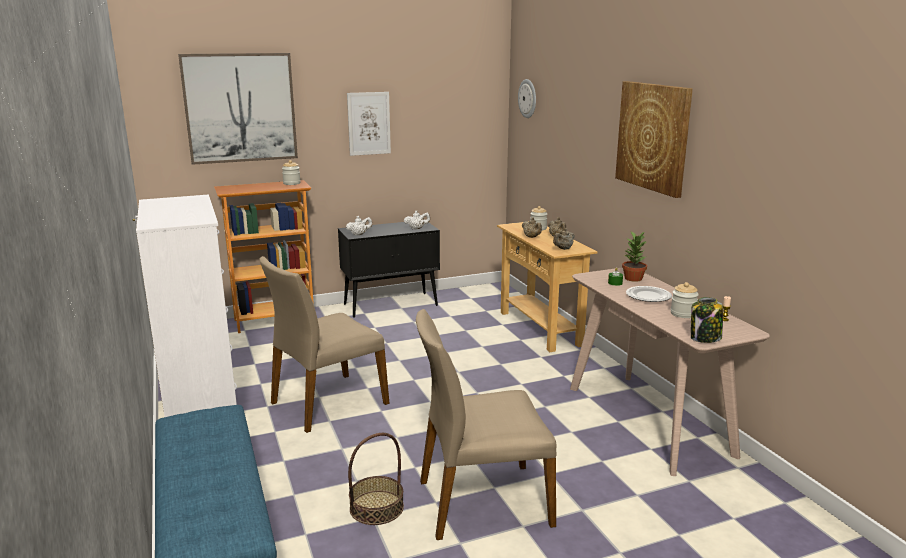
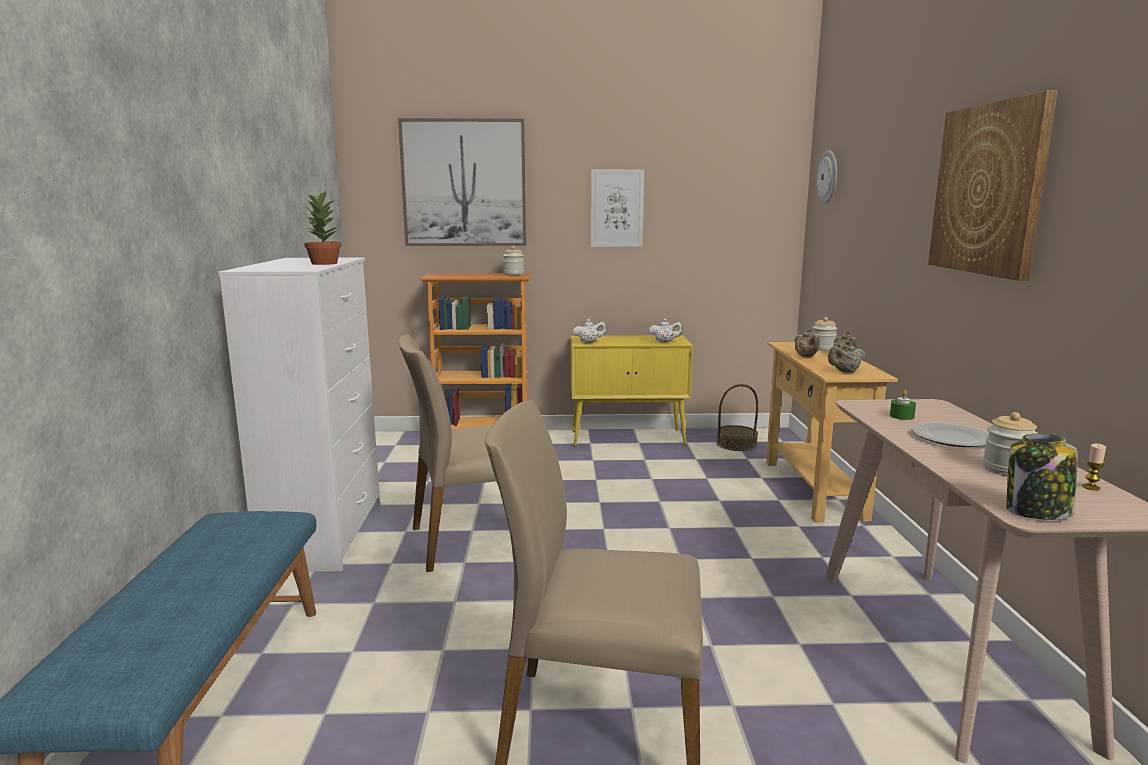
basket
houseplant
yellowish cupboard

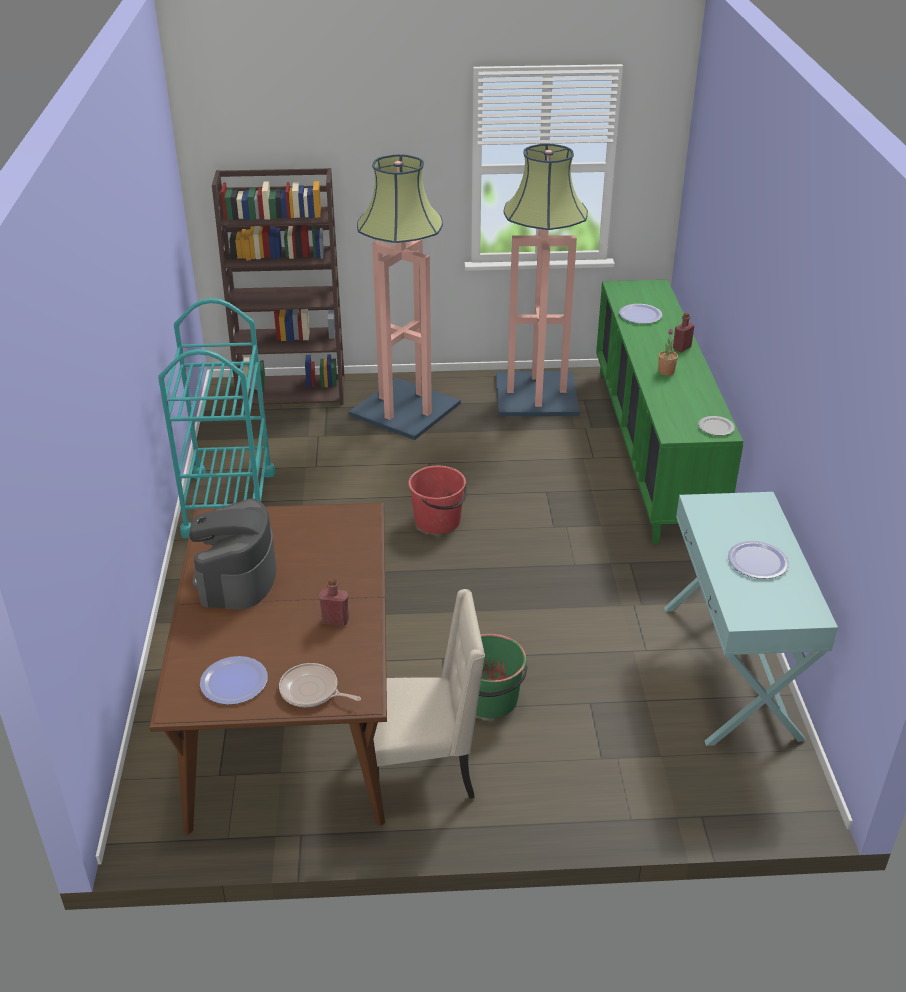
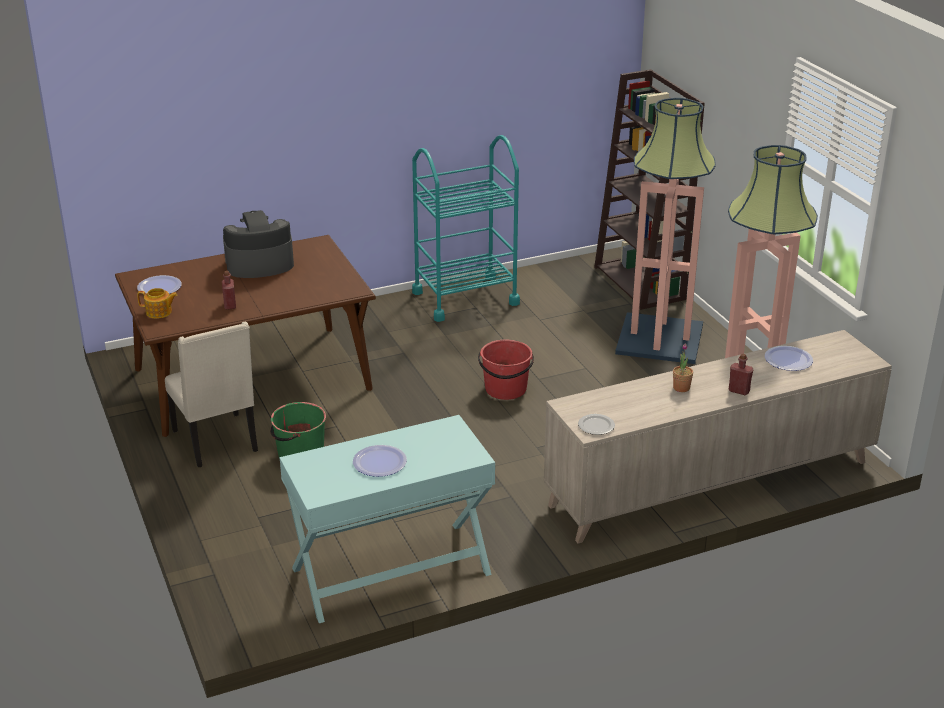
teapot
beige cupboard

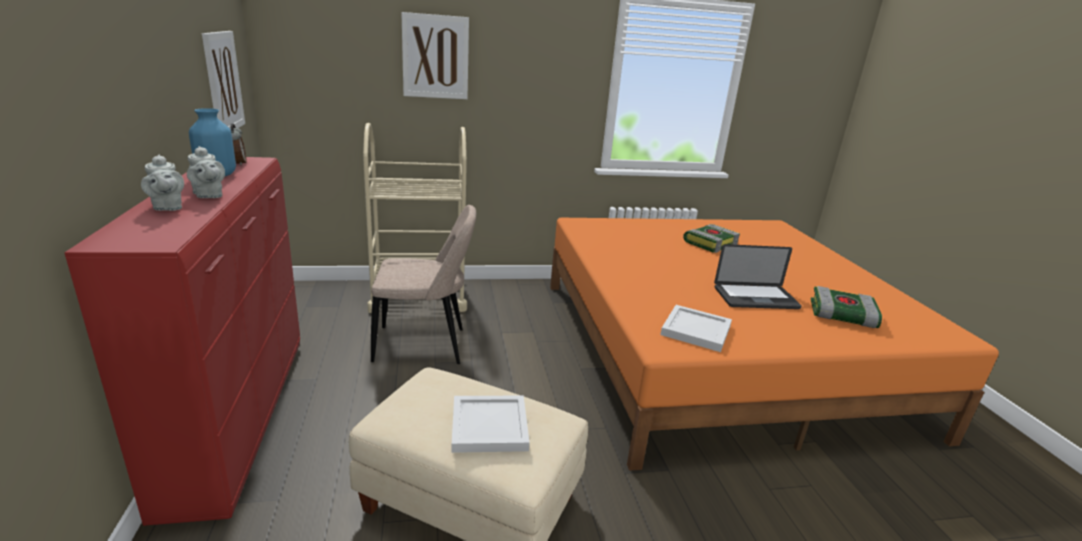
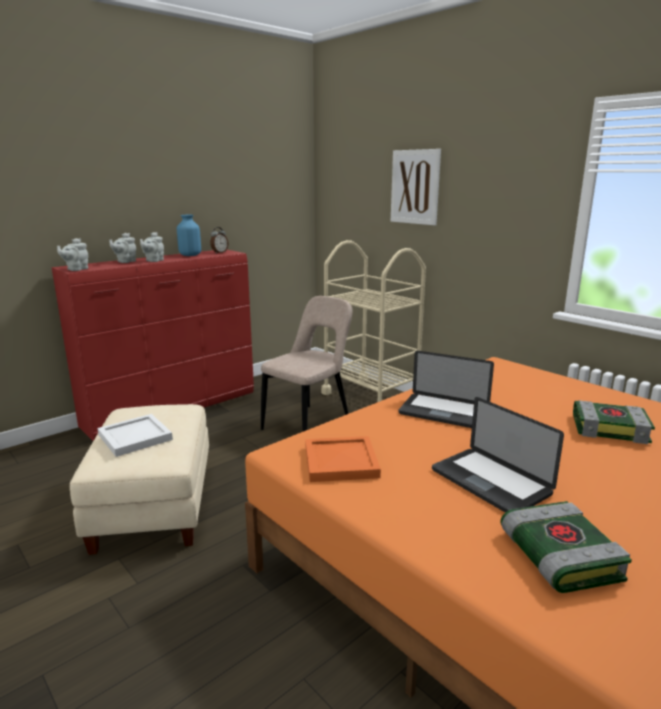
picture (no. 1 from left in the first image)
grey teapot (no. 1 from left)
notebook computer (no. 1 from left)
orange-coloured serving tray
beige plain chair

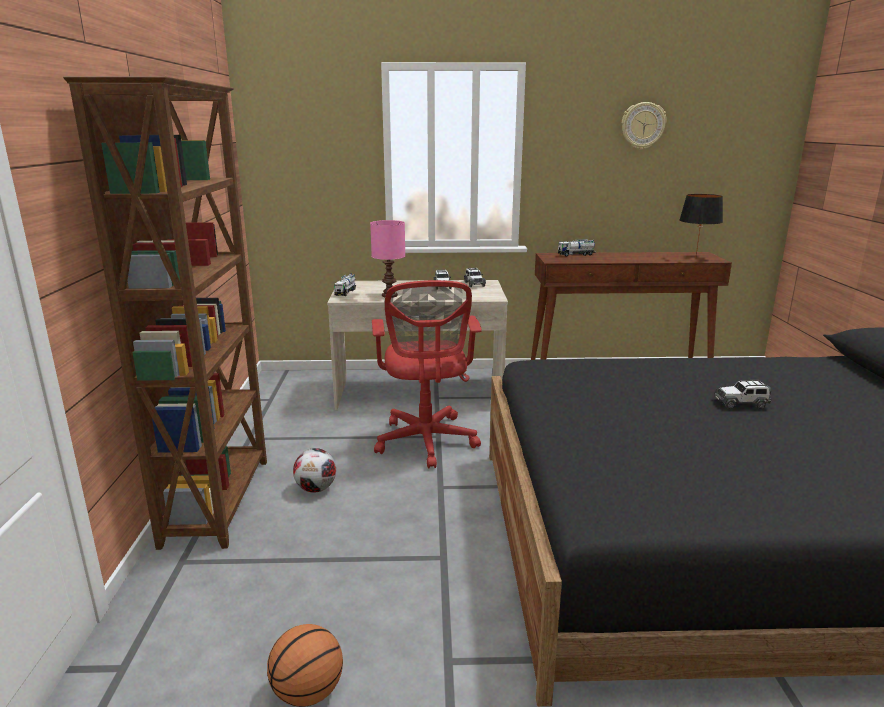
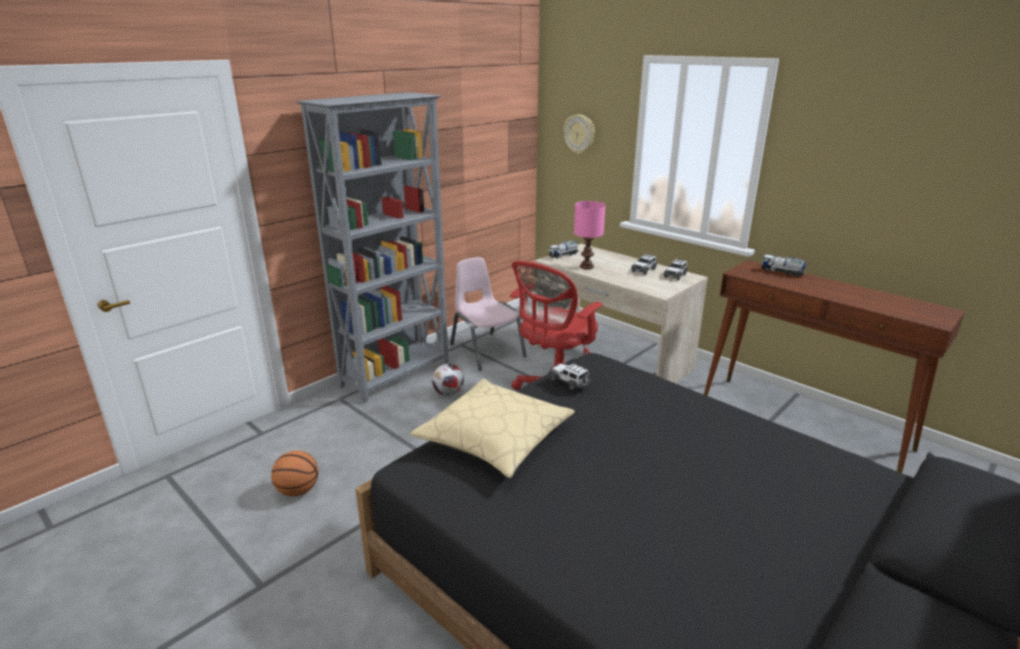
black-coloured table lamp
beige throw pillow
pink-coloured plain chair
wall clock
model car (no. 1 from left)
grey shelving unit

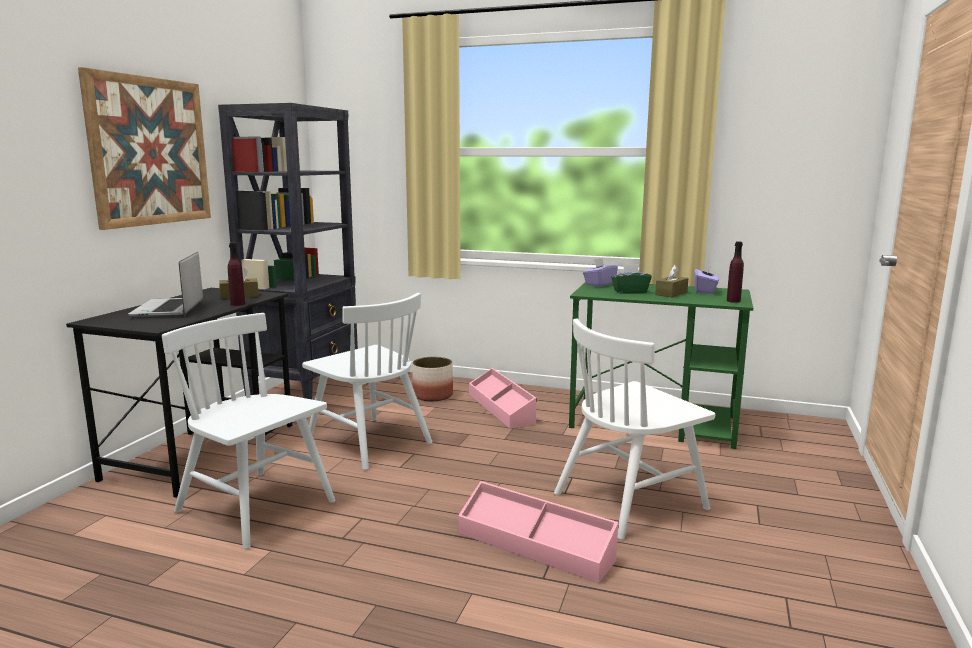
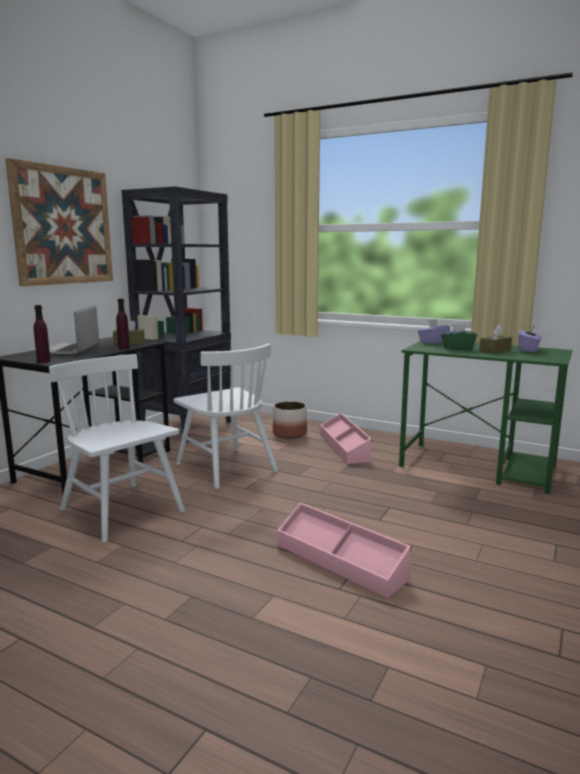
whitish plain chair (no. 3 from left in the first image)
purple bottle (no. 1 from left)

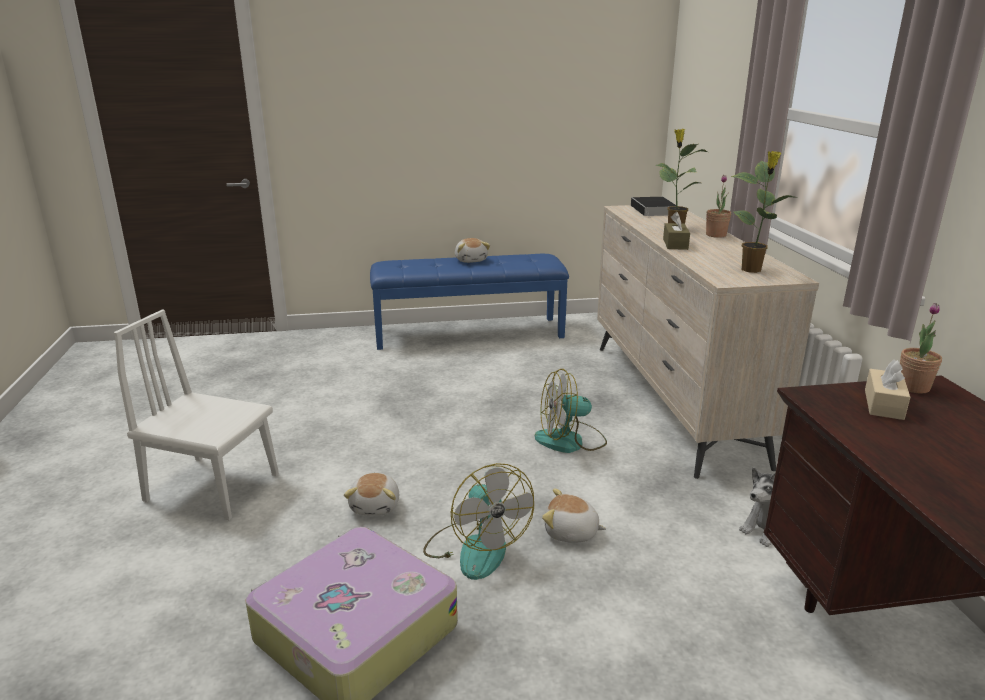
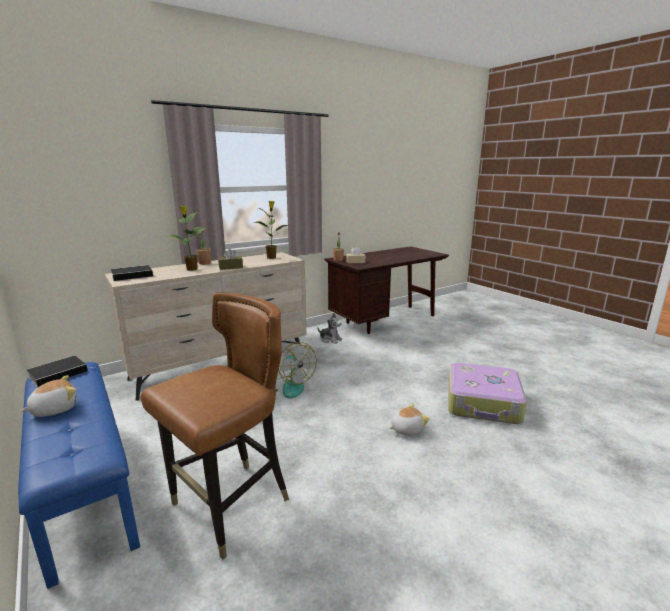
whitish plain chair
electric fan (no. 1 from left in the first image)
soft toy (no. 3 from left in the first image)
volume (no. 1 from left)
brown plain chair

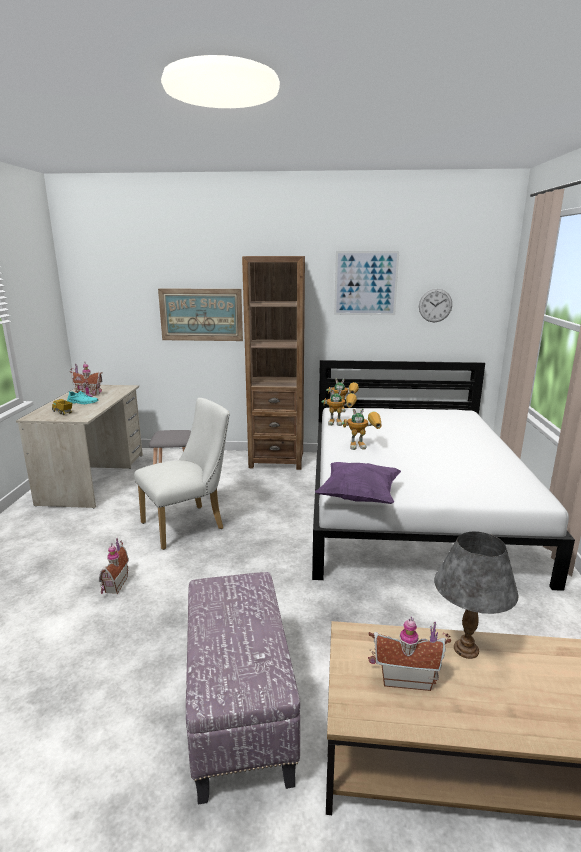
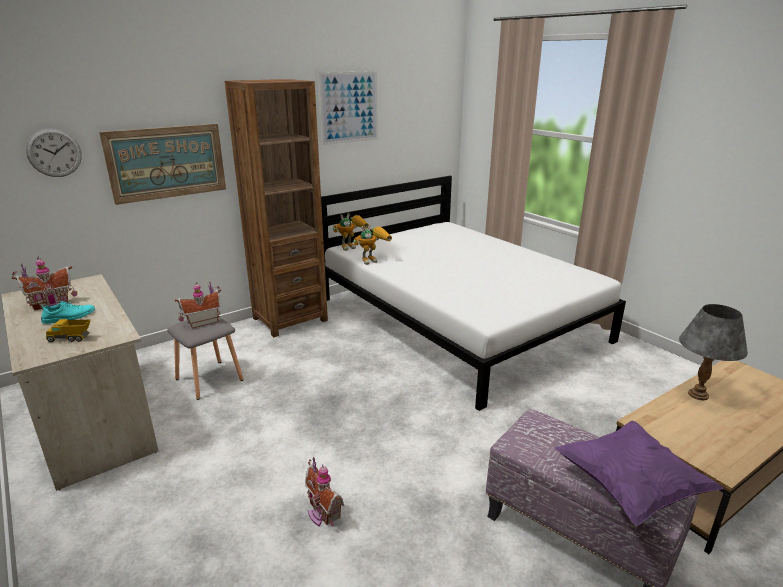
whitish plain chair
model robot (no. 3 from left in the first image)
purple throw pillow
toy house (no. 2 from left)
wall clock

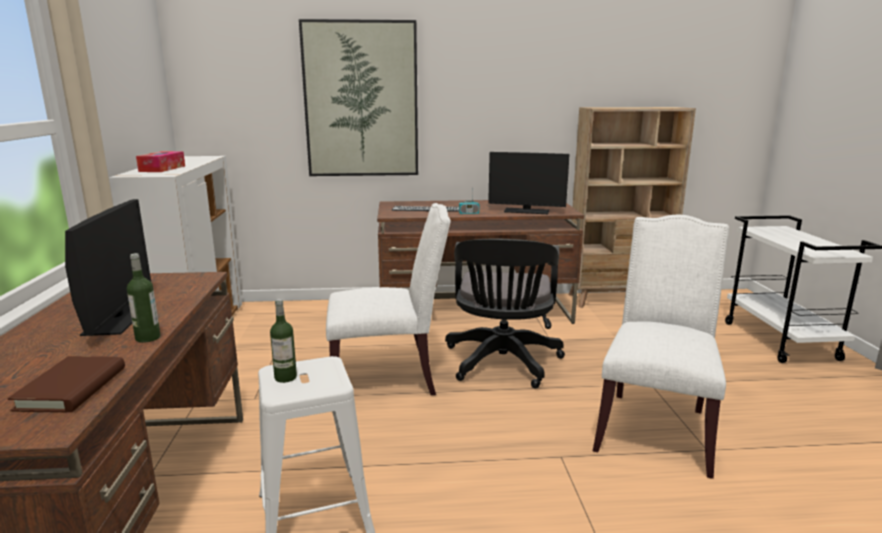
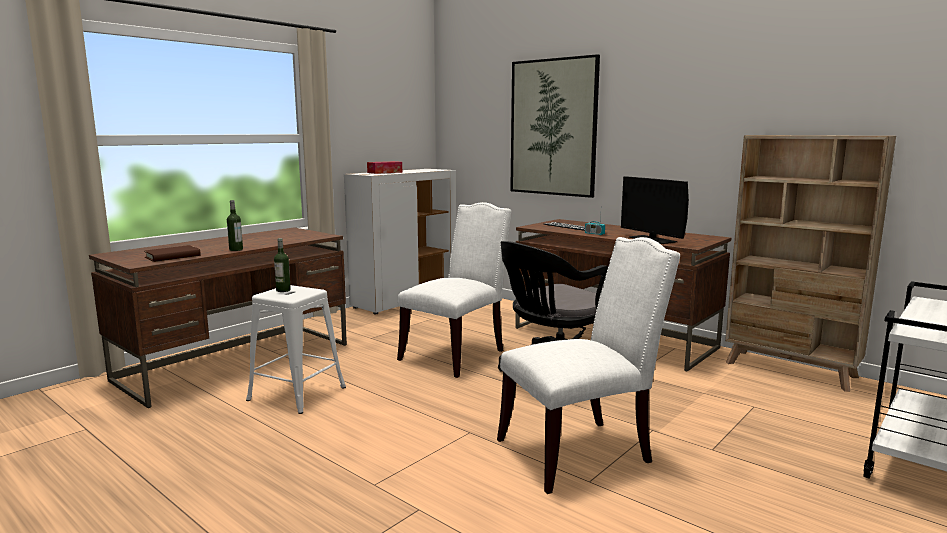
monitor (no. 1 from left in the first image)
whitish plain chair (no. 1 from left)

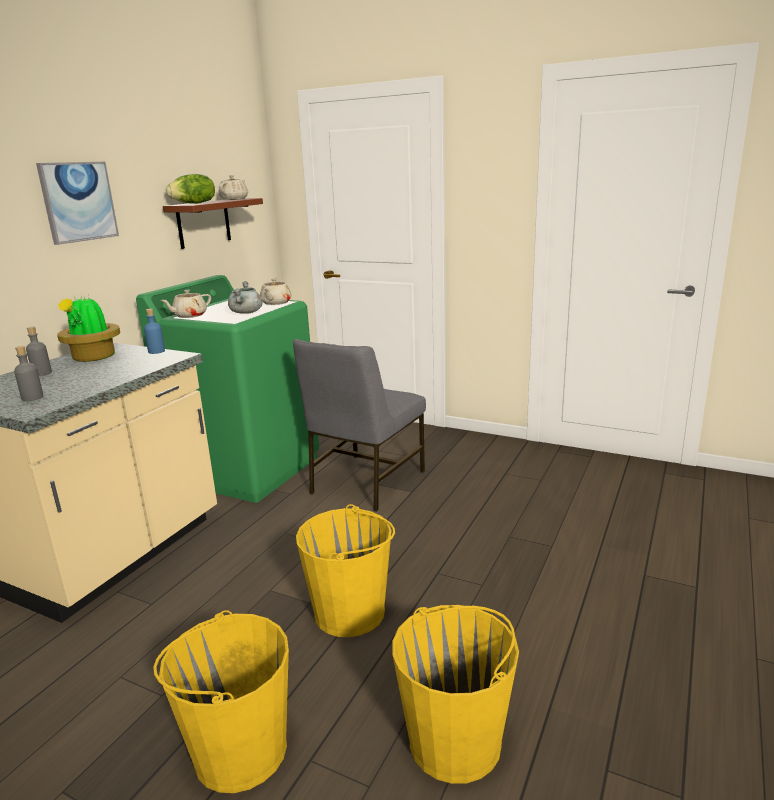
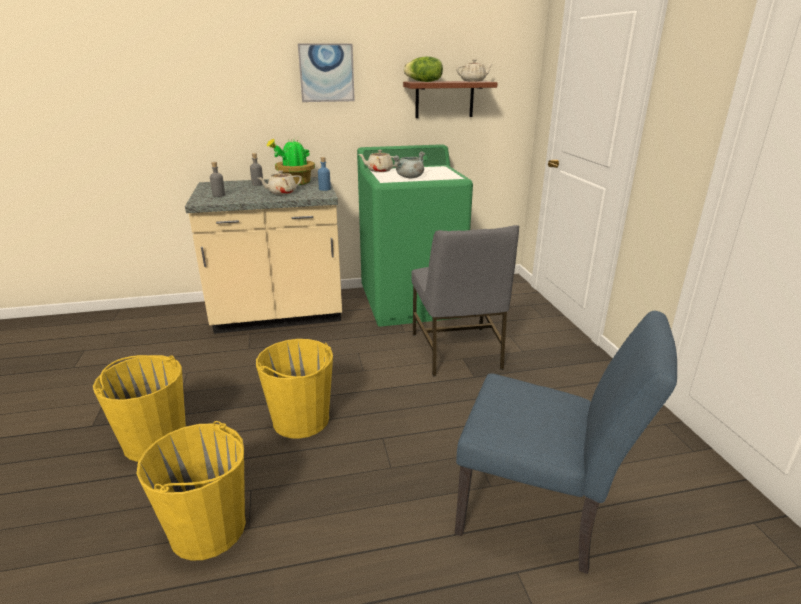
bluish plain chair
beige teapot (no. 1 from left)
grey plain chair

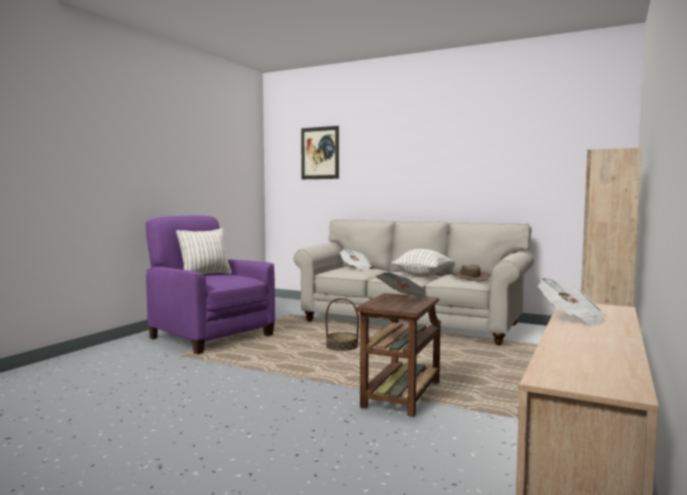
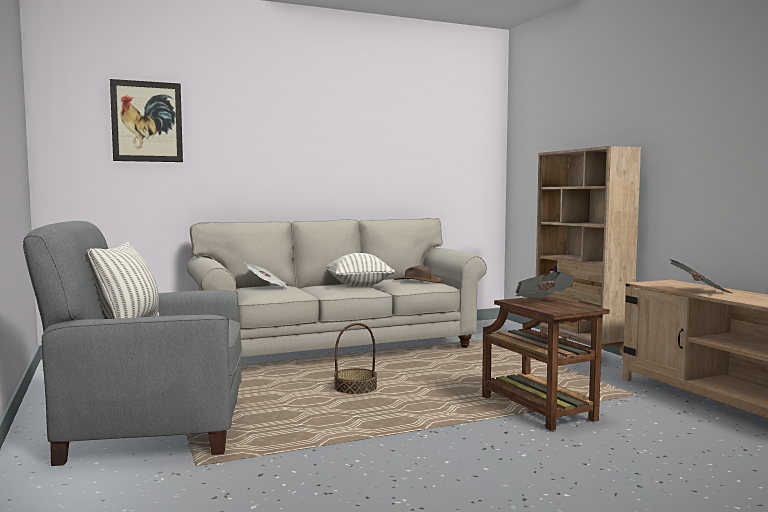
grey lounge chair

